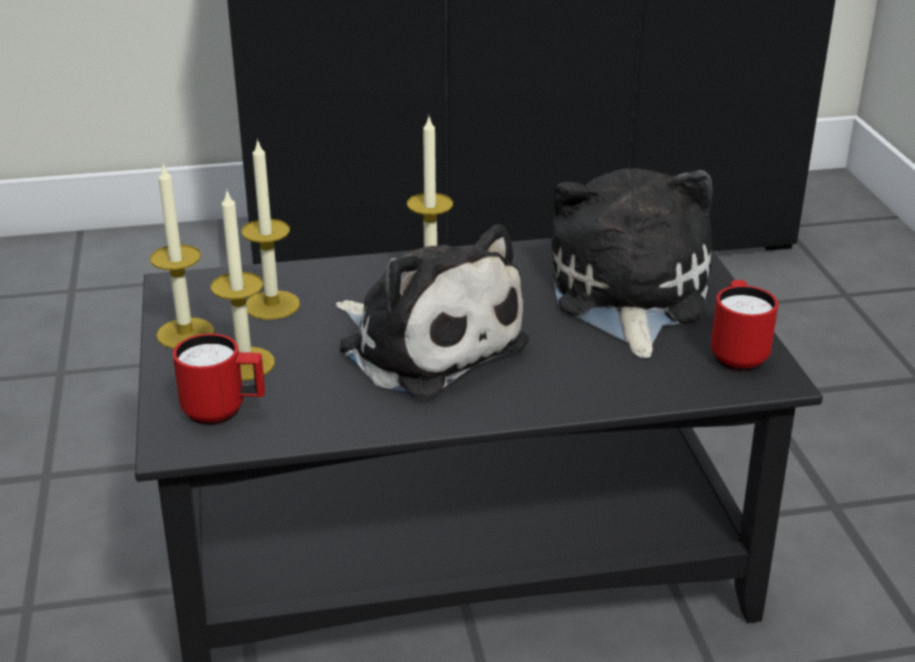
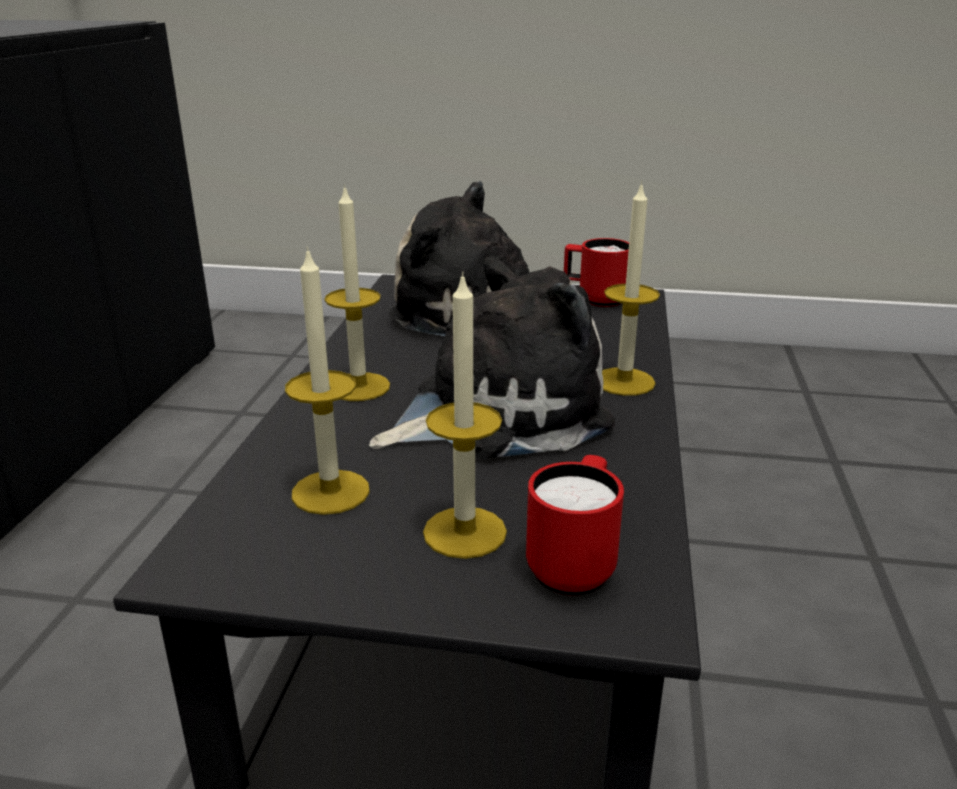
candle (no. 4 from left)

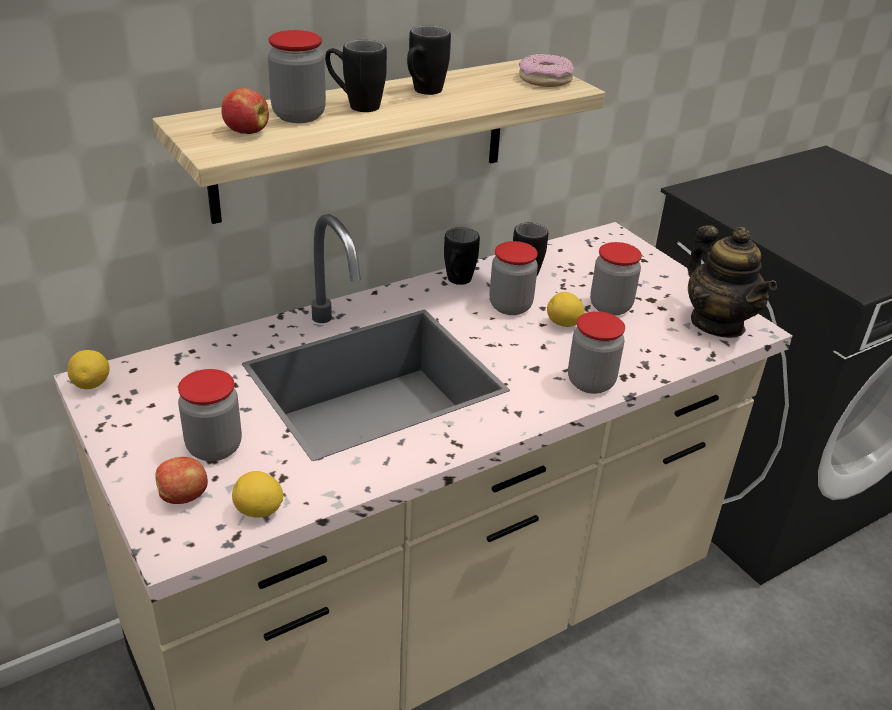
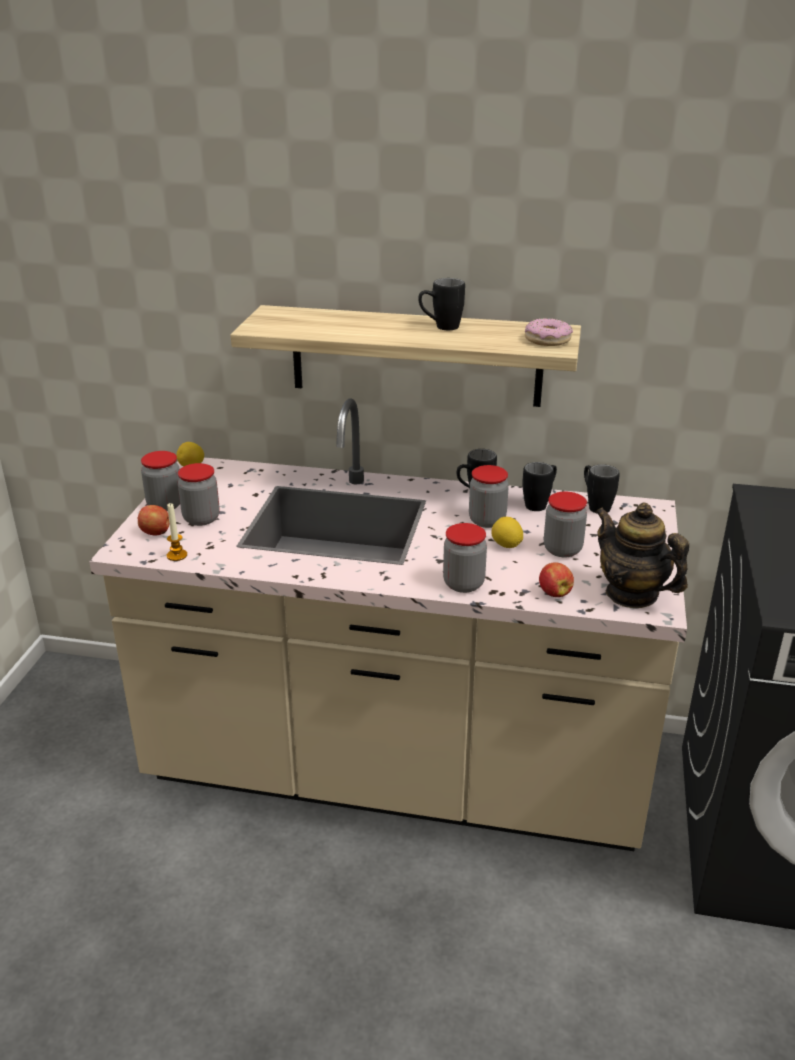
apple (no. 2 from left)
preserve jar (no. 1 from left)
black-coloured tea mug (no. 4 from left)
candle
teapot

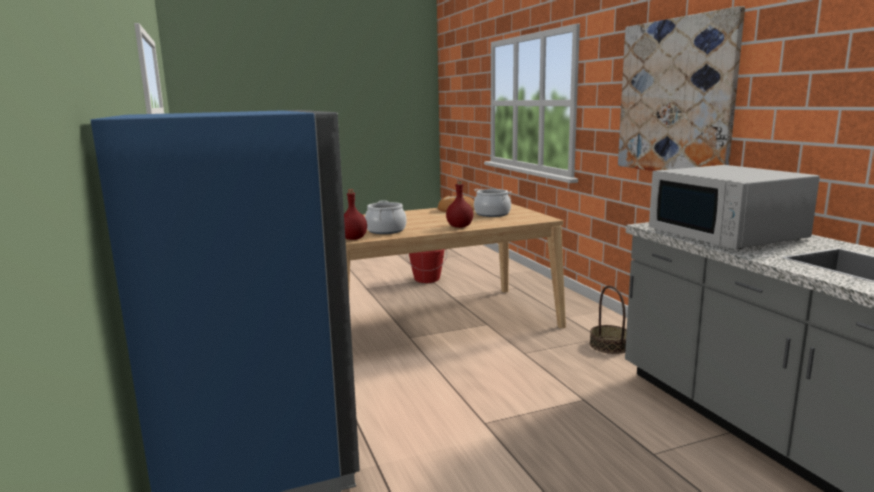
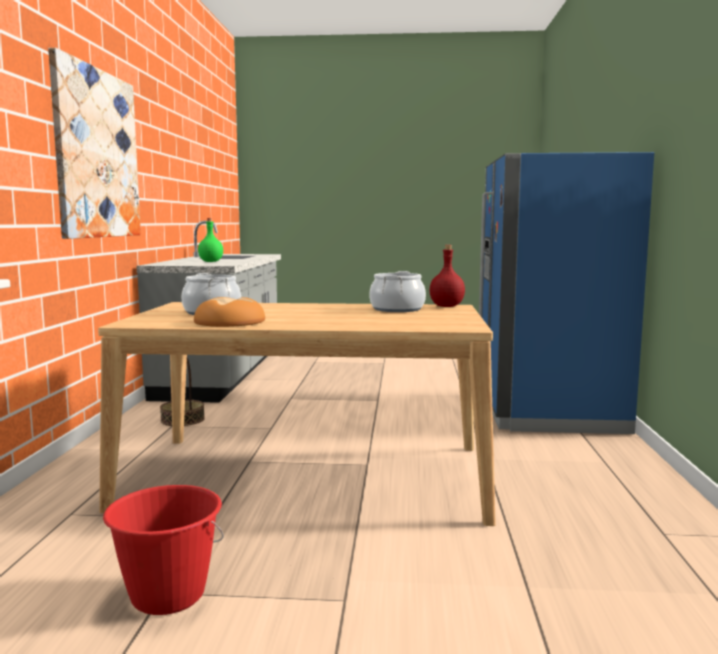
reddish bottle (no. 2 from left in the first image)
green bottle

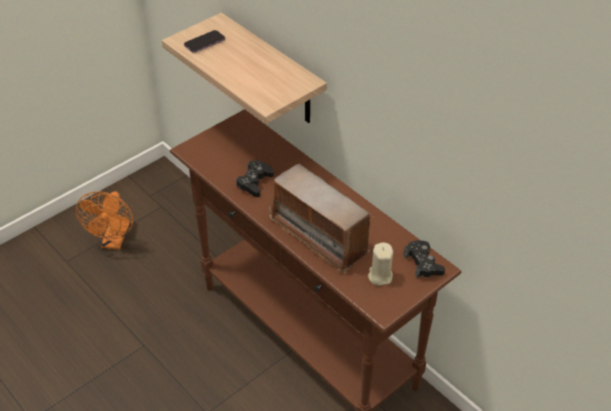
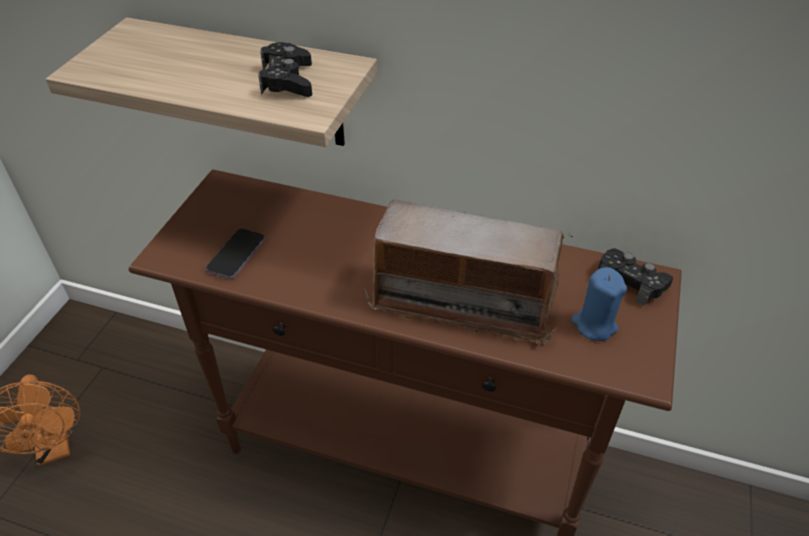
telephone
black-coloured game controller (no. 1 from left)
bluish candle

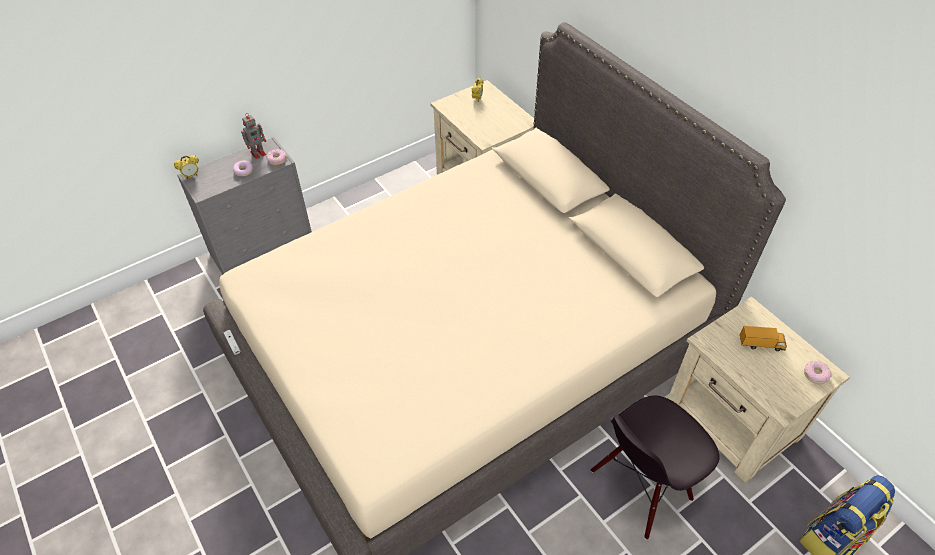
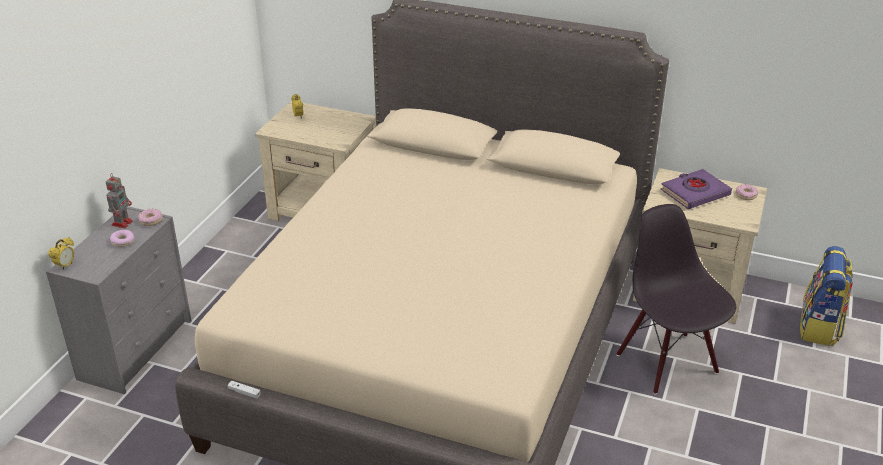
purple volume
black-coloured plain chair

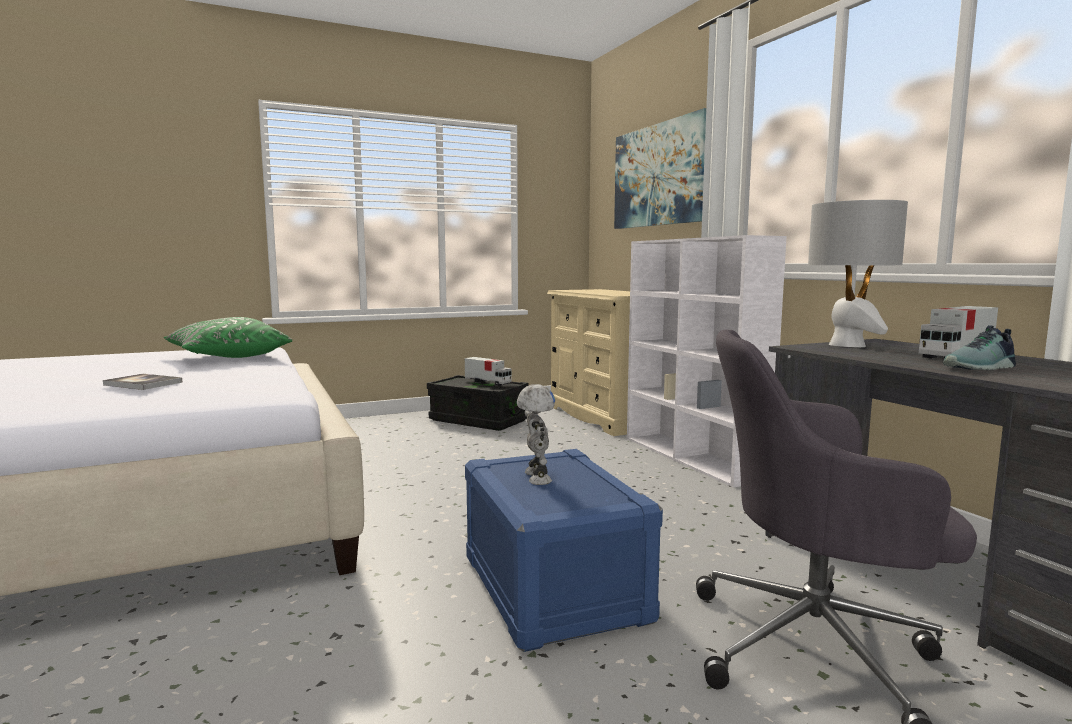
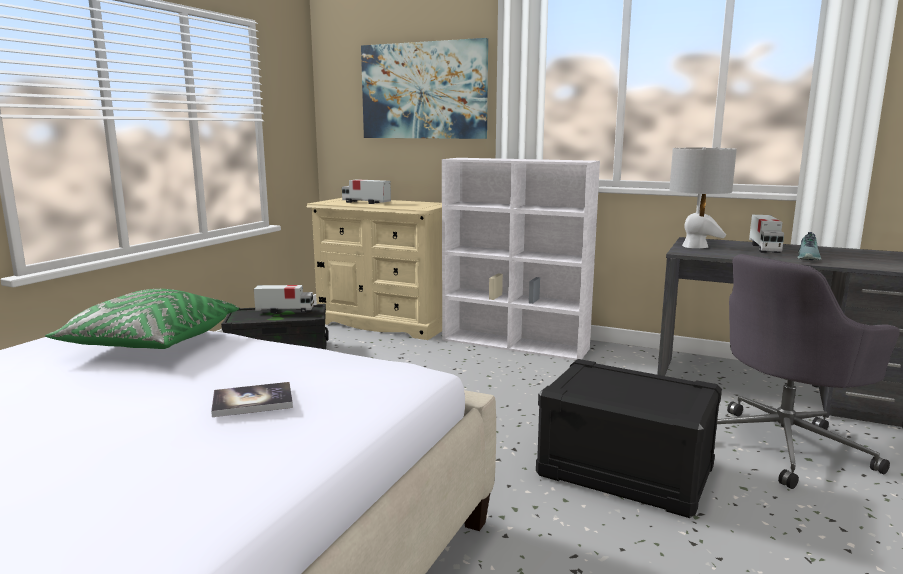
model robot
toy truck (no. 2 from left)
black-coloured storage bin (no. 2 from left)

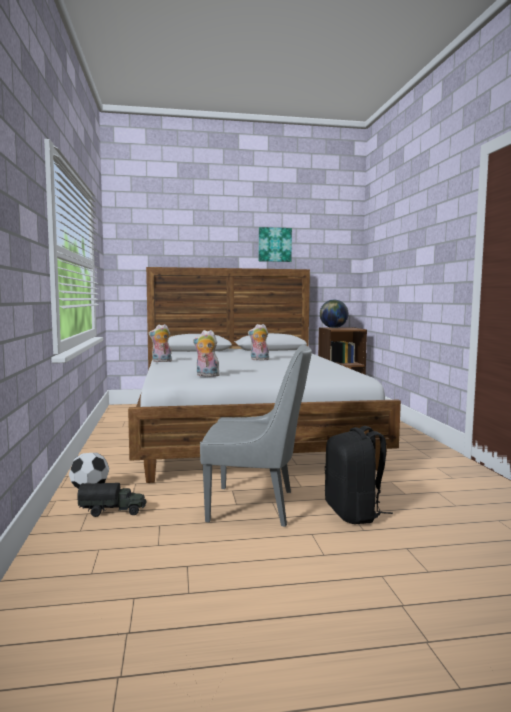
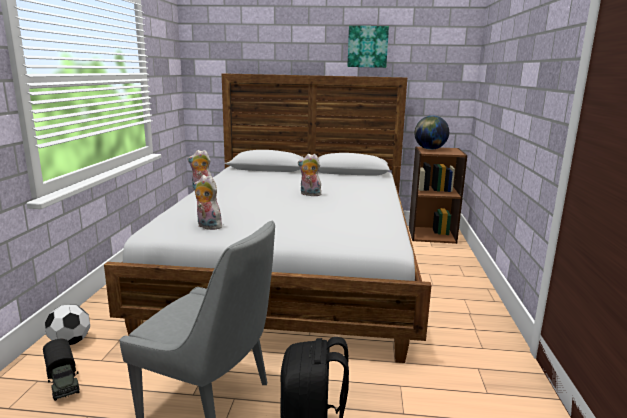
toy truck

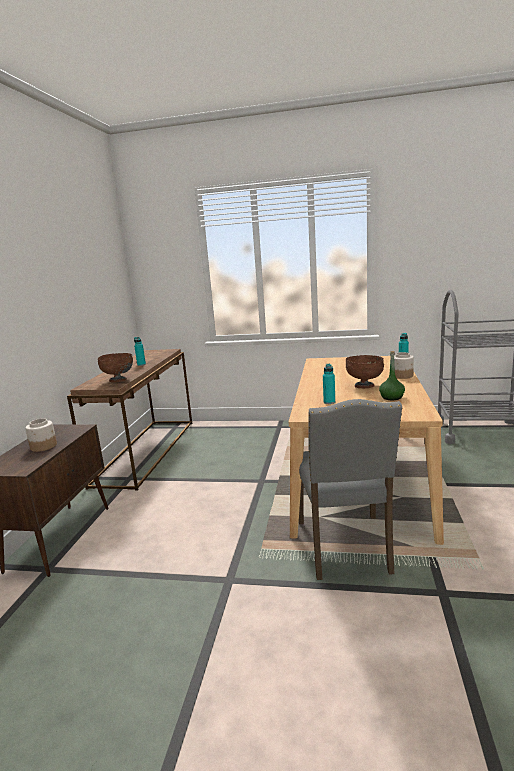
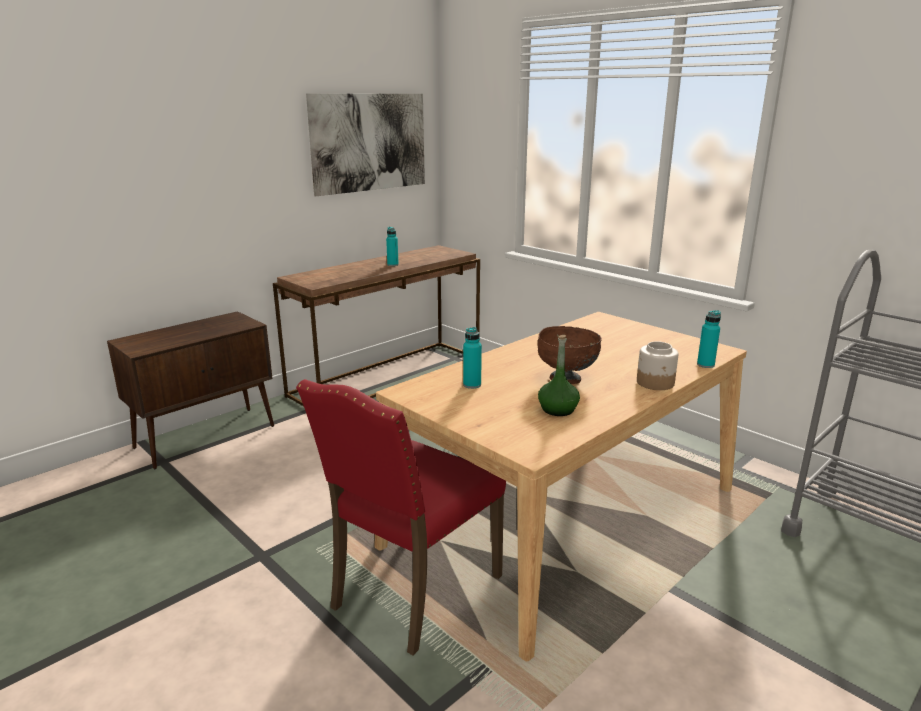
preserve jar (no. 1 from left in the first image)
brown deep dish (no. 1 from left in the first image)
picture
reddish plain chair

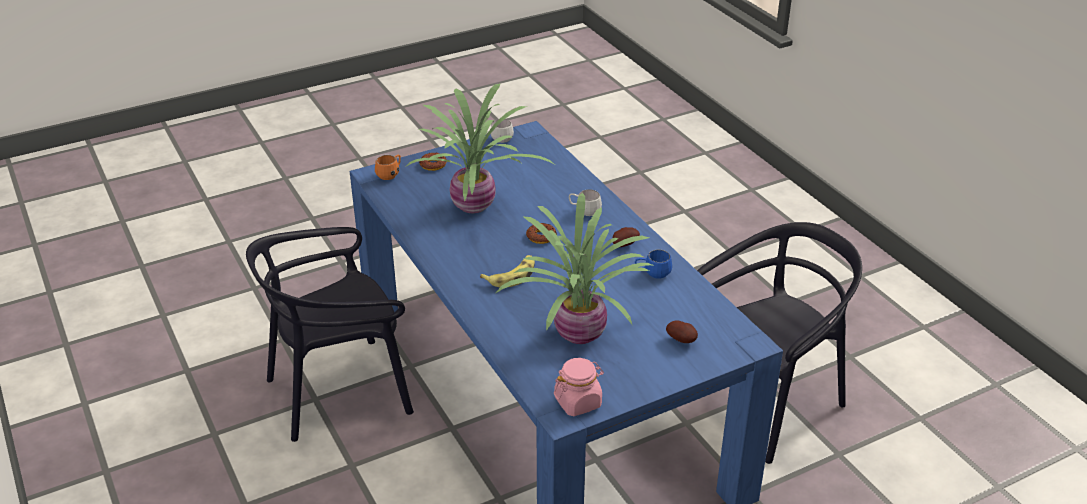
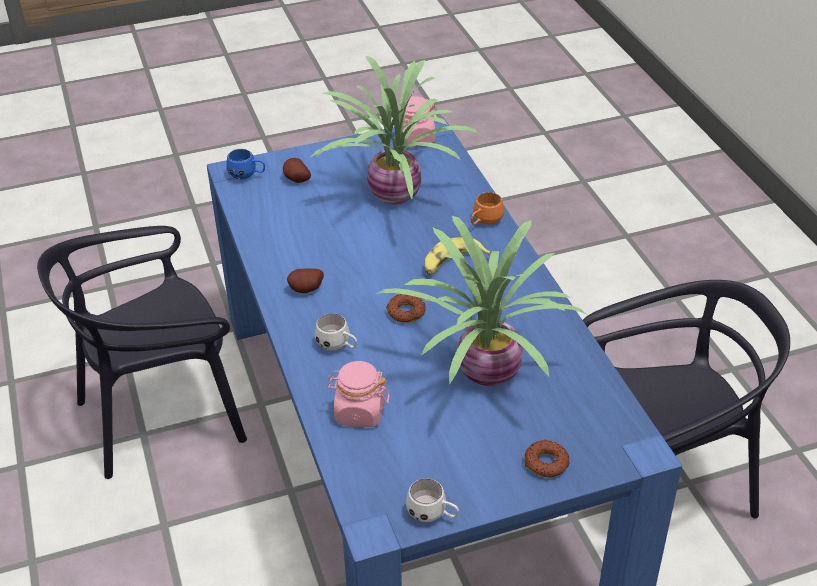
pink-coloured preserve jar (no. 1 from left)
orange-coloured tea mug
bluish tea mug

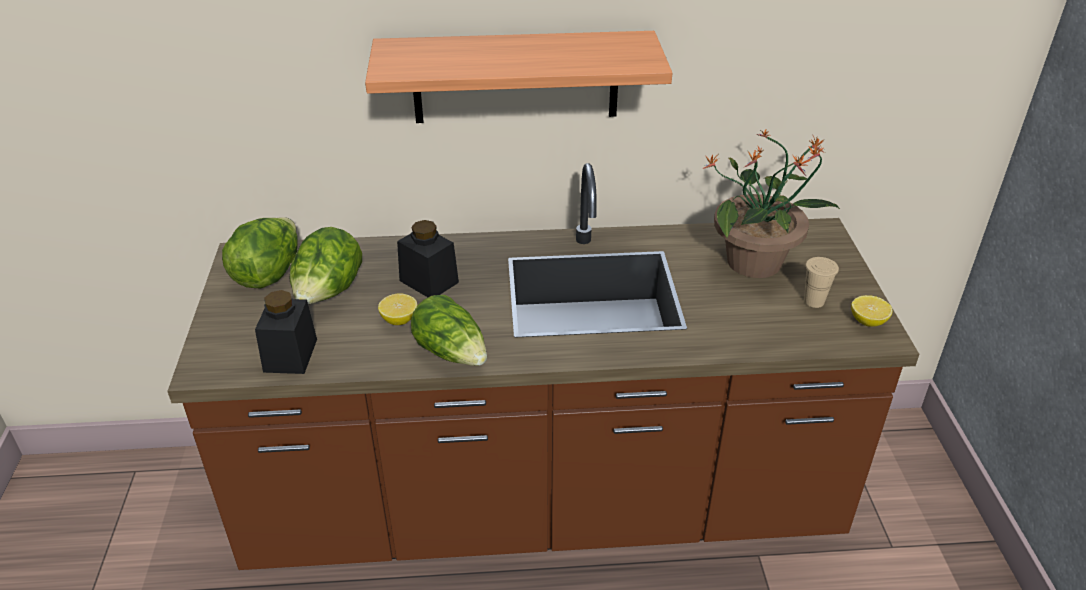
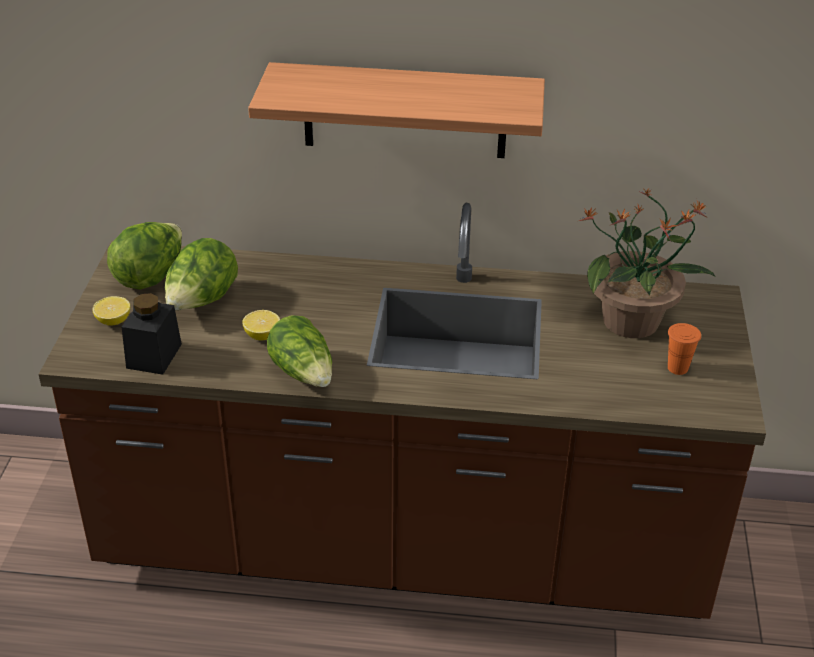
black-coloured preserve jar (no. 2 from left in the first image)
citrus fruit (no. 1 from left)
orange-coloured drinking cup

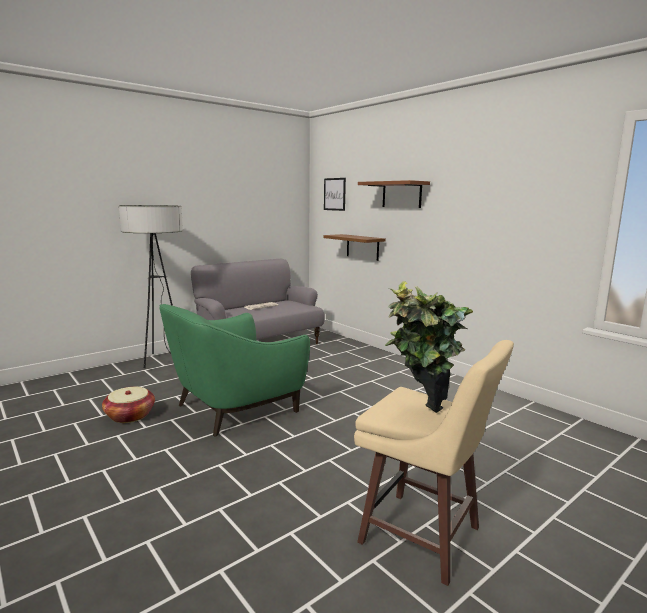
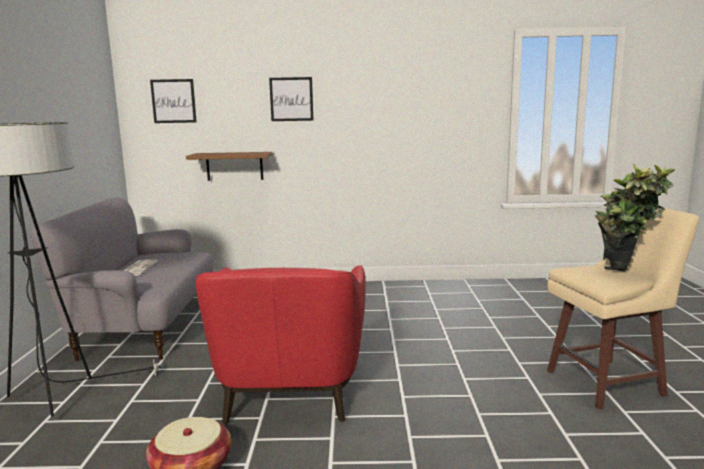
picture (no. 2 from left)
reddish lounge chair

